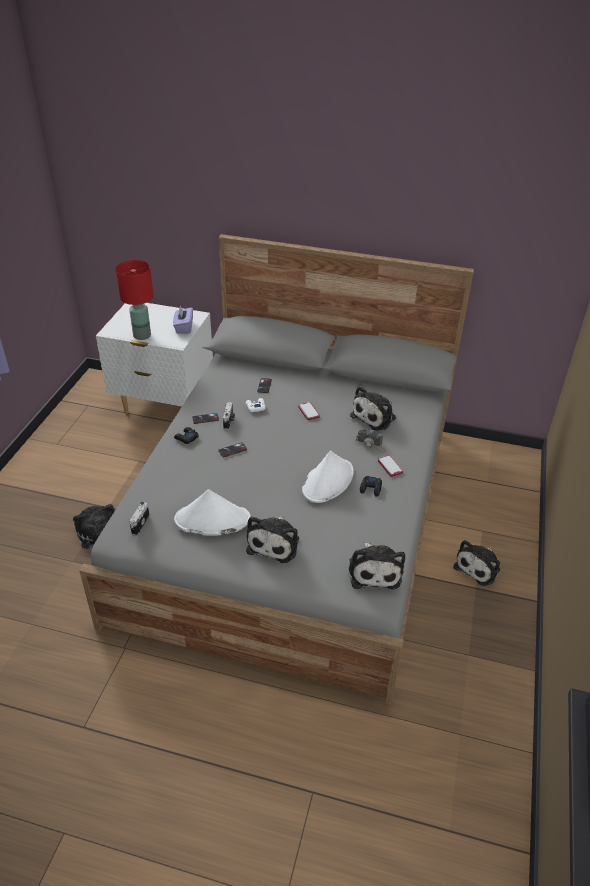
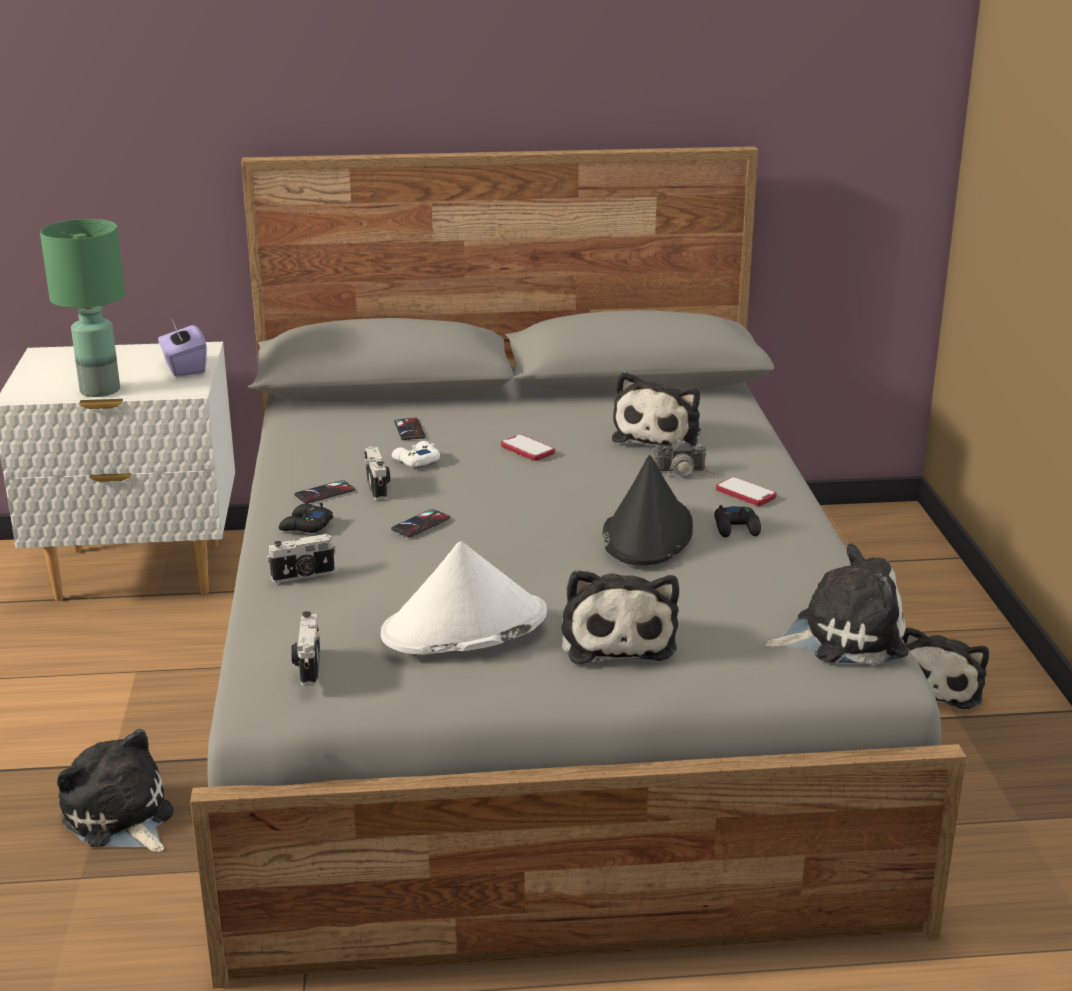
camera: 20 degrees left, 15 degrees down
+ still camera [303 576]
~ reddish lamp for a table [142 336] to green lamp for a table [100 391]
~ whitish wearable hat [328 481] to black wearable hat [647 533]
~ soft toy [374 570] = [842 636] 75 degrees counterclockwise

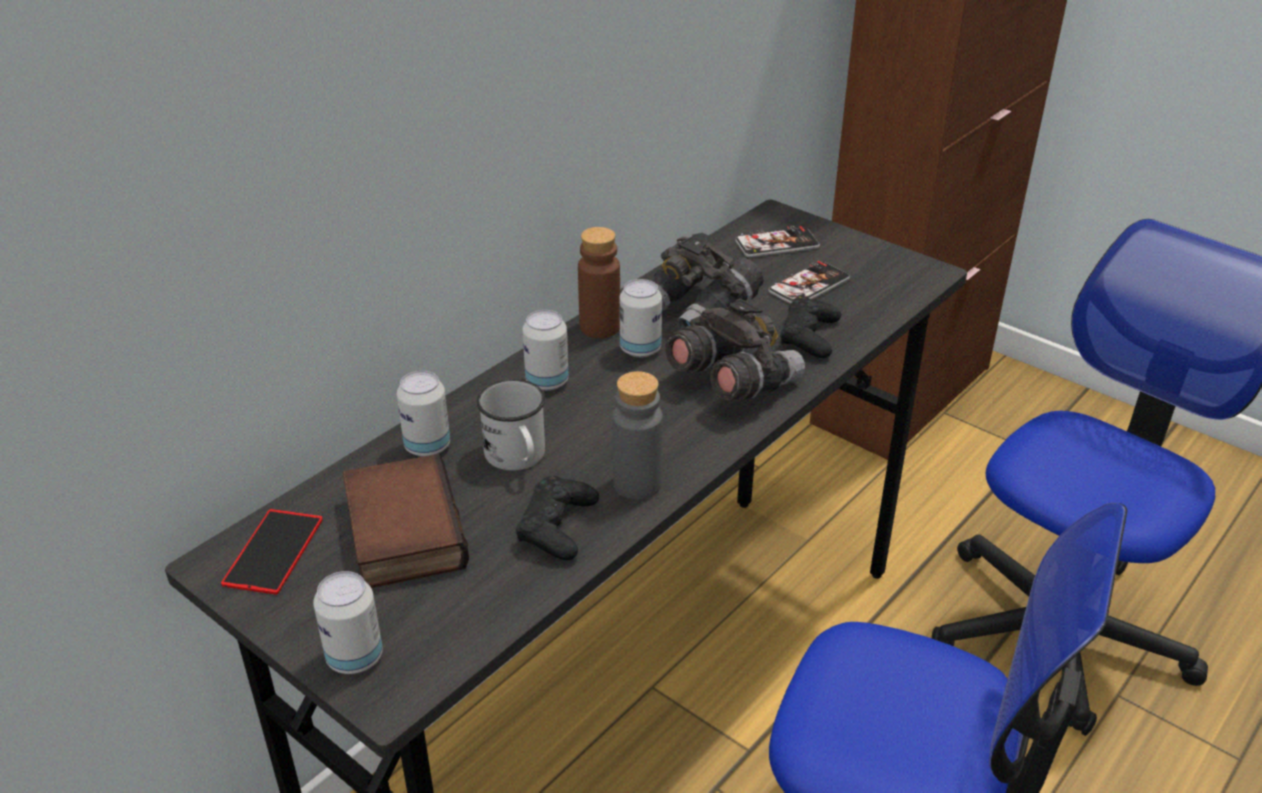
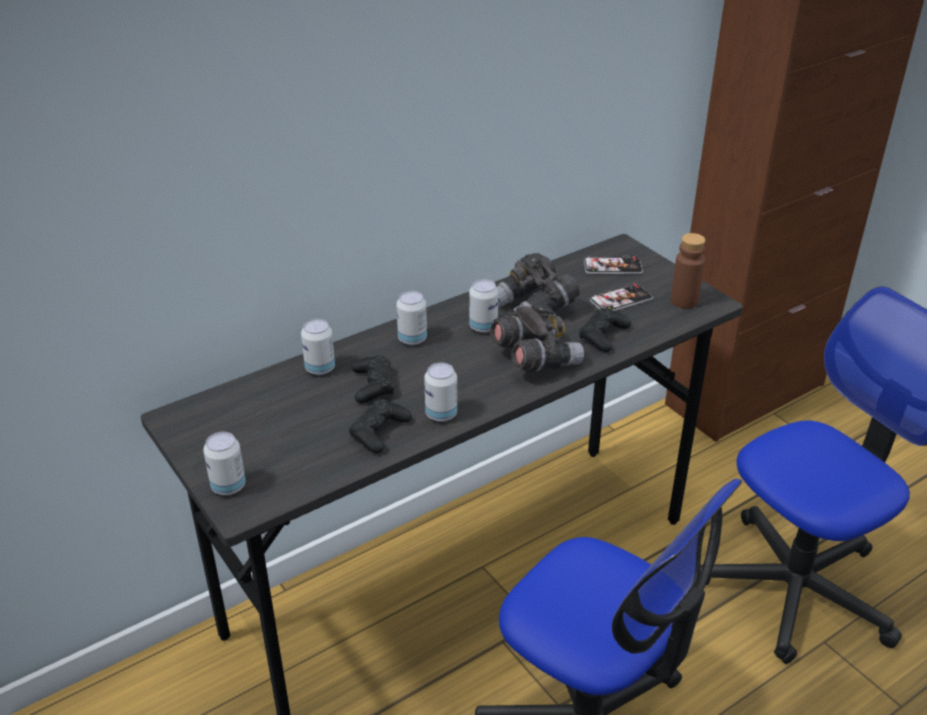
camera: 15 degrees right, 0 degrees up
- phone [274 551]
- volume [400 531]
~ brown-coloured drink bottle [600 327] to [684 301]
~ whitish coffee mug [518 458] to black joypad [373 385]
~ grey drink bottle [637 484] to can [441 414]

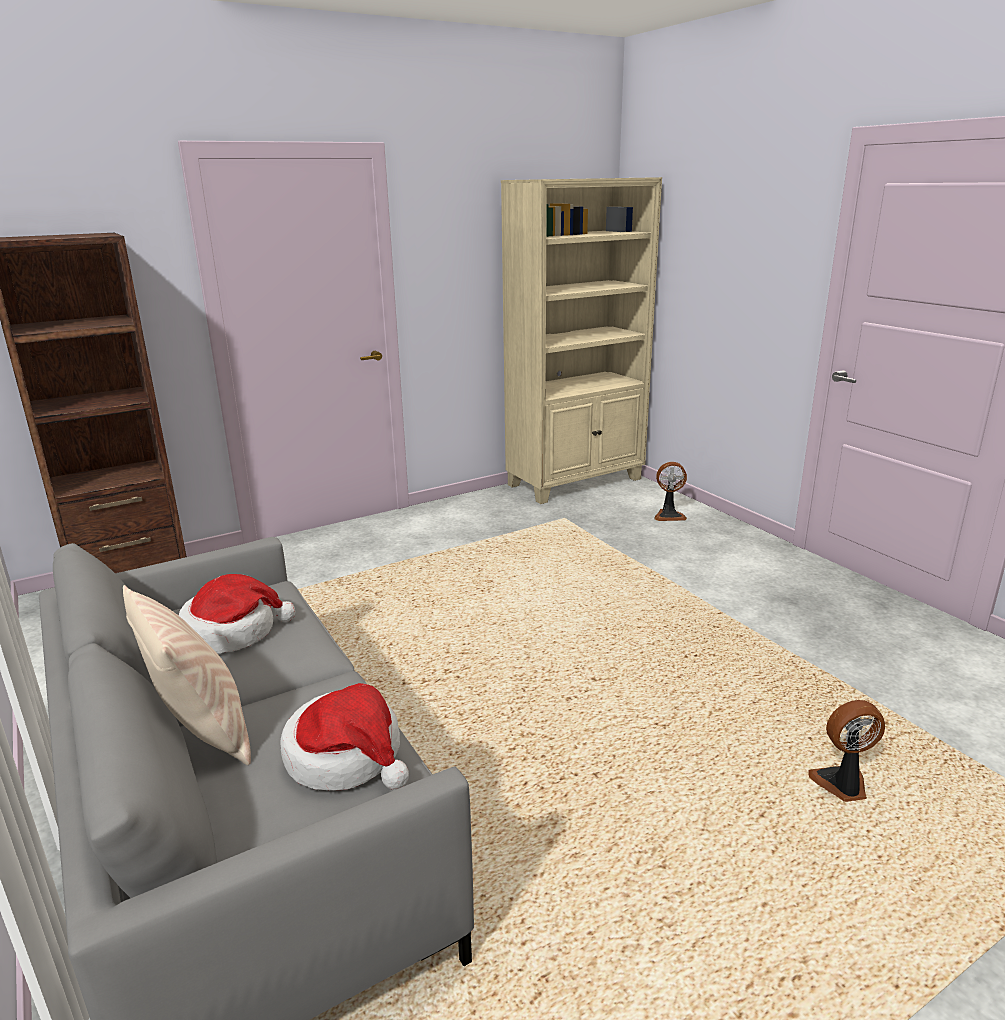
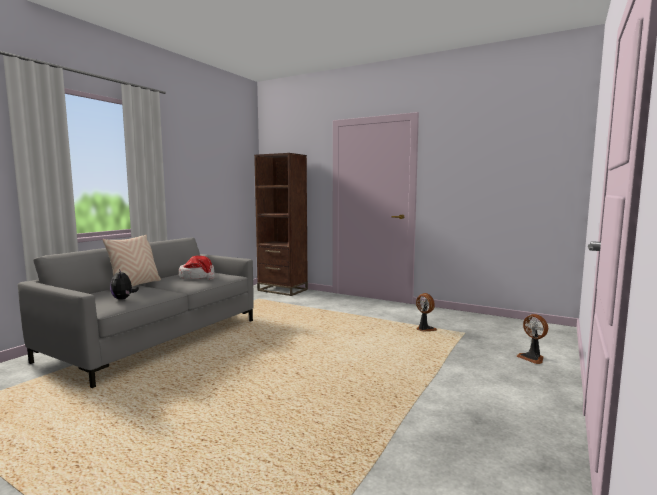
camera: 60 degrees right, 15 degrees down
- beige-coloured bookshelf [576 482]
~ electric fan [841 785] to [424 329]
~ wearable hat [347 756] to soft toy [123 299]

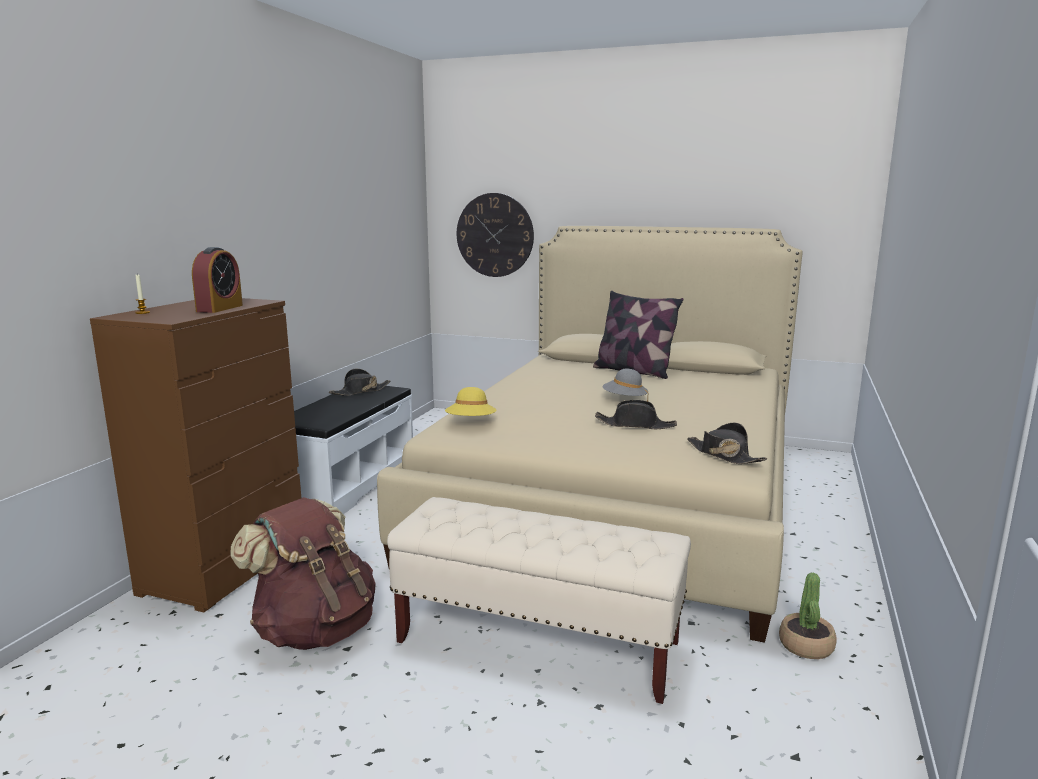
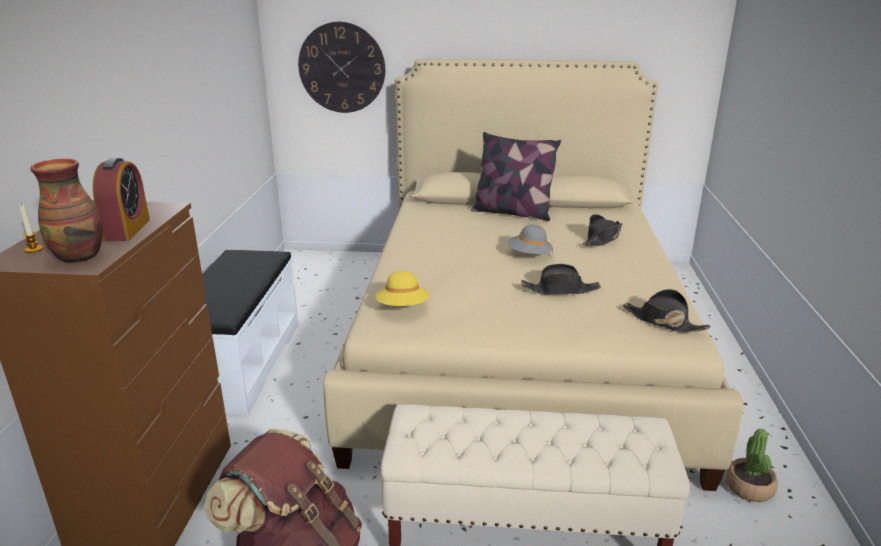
camera: 15 degrees left, 10 degrees up
+ flower vase [80 256]
~ black wearable hat [360 391] to [602 239]

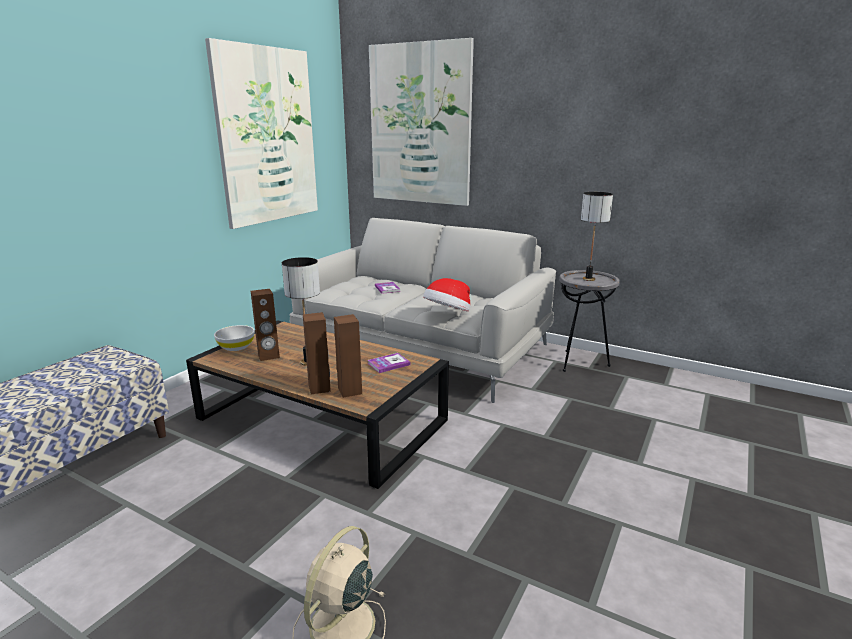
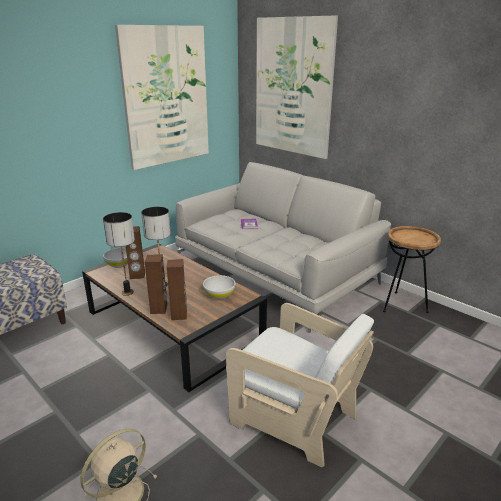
camera: 15 degrees right, 5 degrees up
- wearable hat [448 314]
+ whitish lounge chair [293 417]
~ lamp for a table [588 279] to [128 292]
~ volume [388 364] to whitish bowl [219 294]
~ grey accent table [580 362] to brown-coloured accent table [402 305]

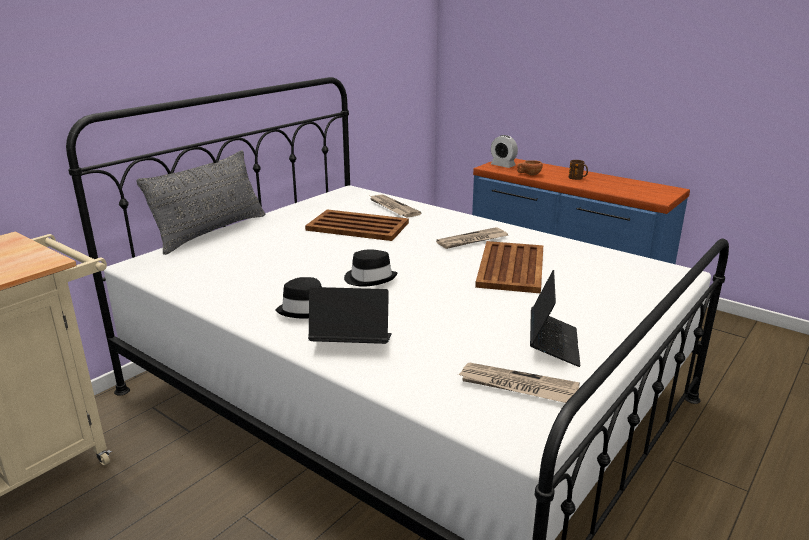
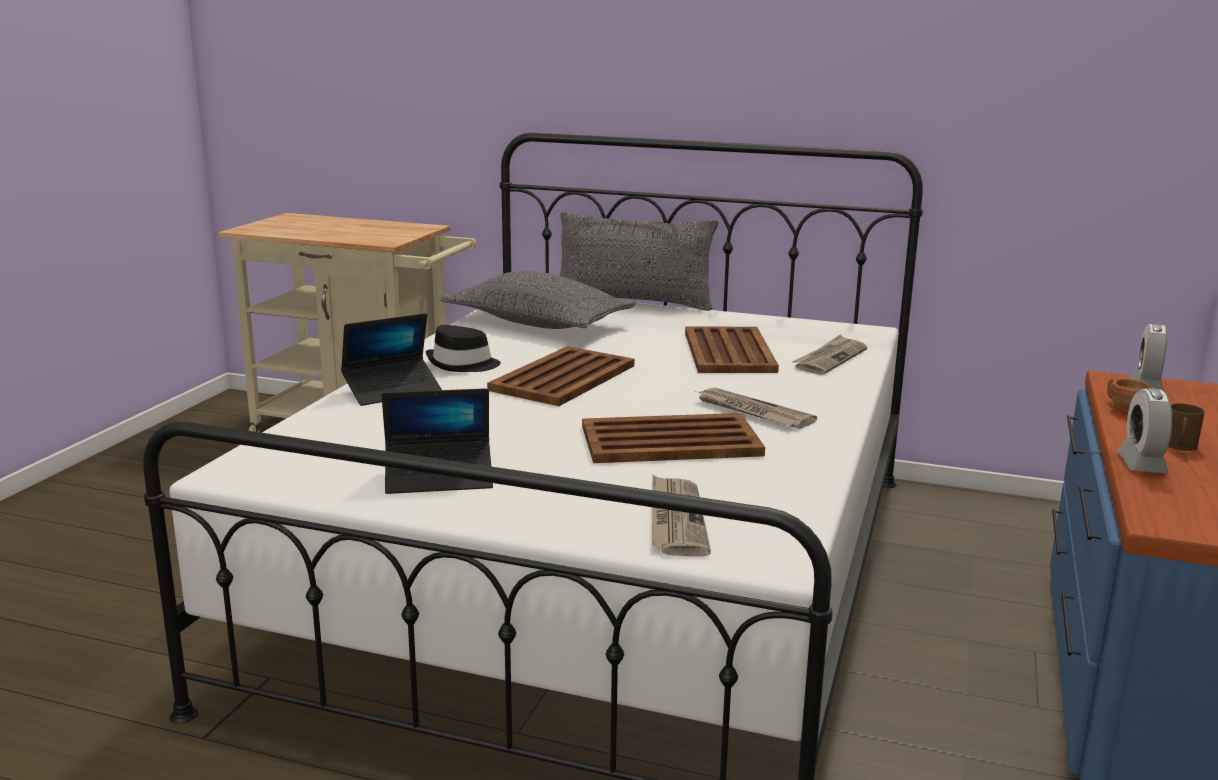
camera: 70 degrees right, 5 degrees down
+ grey cushion [538 324]
+ table clock [1141 463]
~ printed paper [517 386] to [675 519]
~ black wearable hat [370 278] to brown-coloured carrying tray [564 377]
~ notebook computer [351 345] = [392 390] 75 degrees clockwise

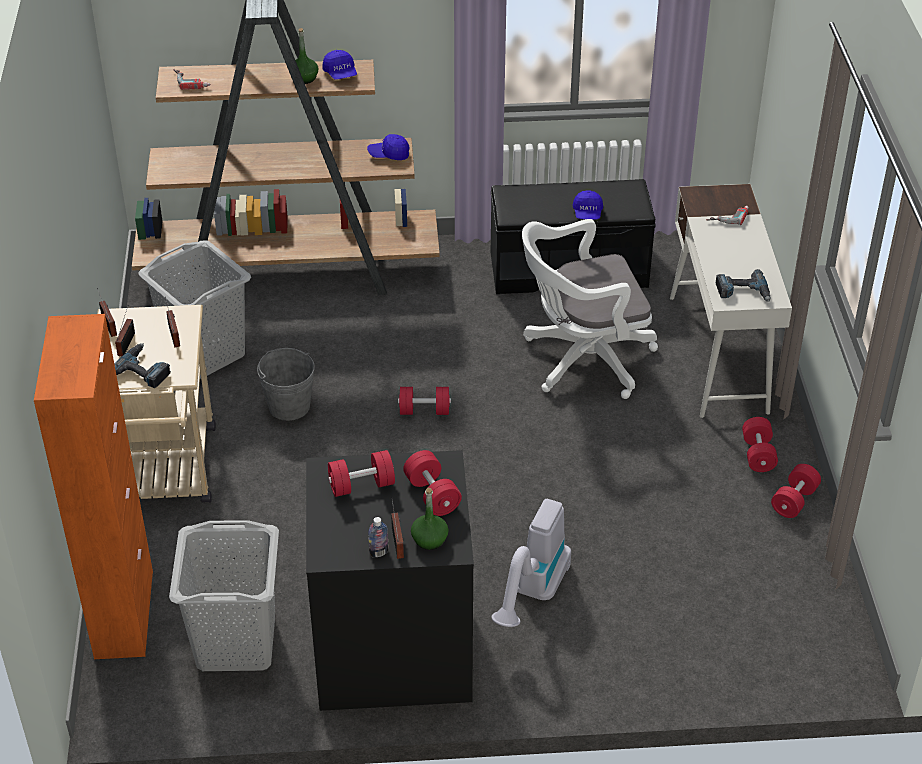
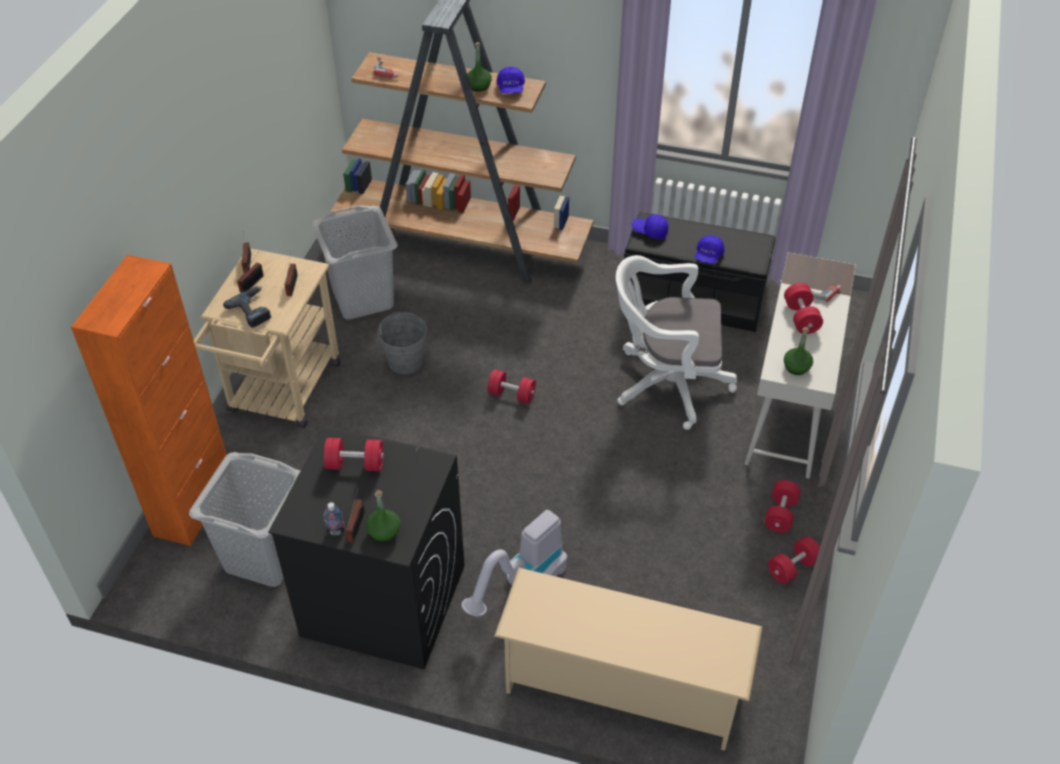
camera: 20 degrees right, 5 degrees up
+ beige-coloured shoe stand [621 687]
~ bluish peaked cap [389 155] to [650 231]
~ reddish hand weight [432 495] to [801 317]
~ power drill [743 292] to green drink bottle [796 367]

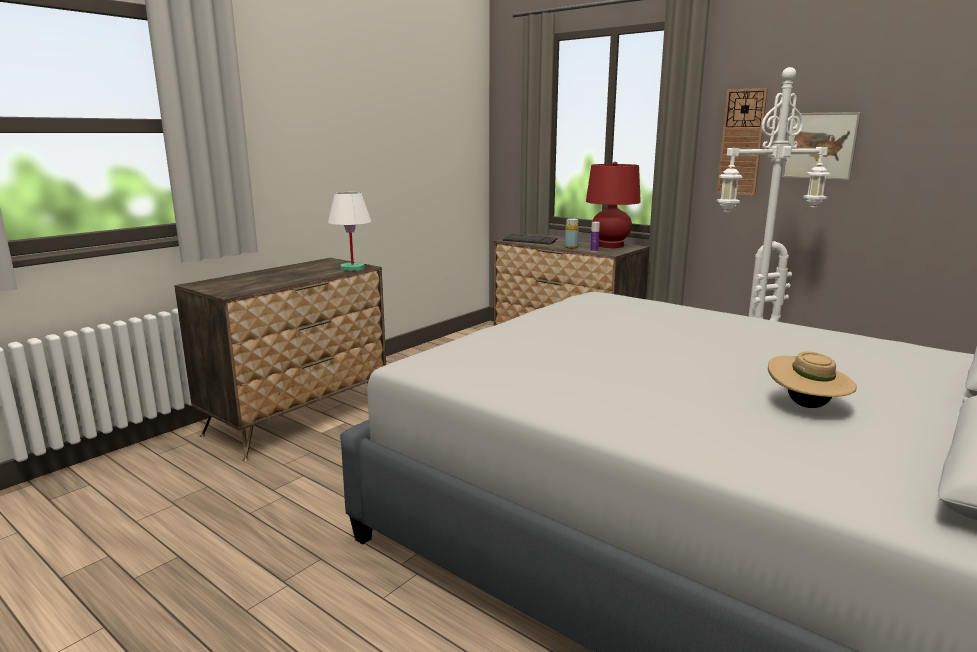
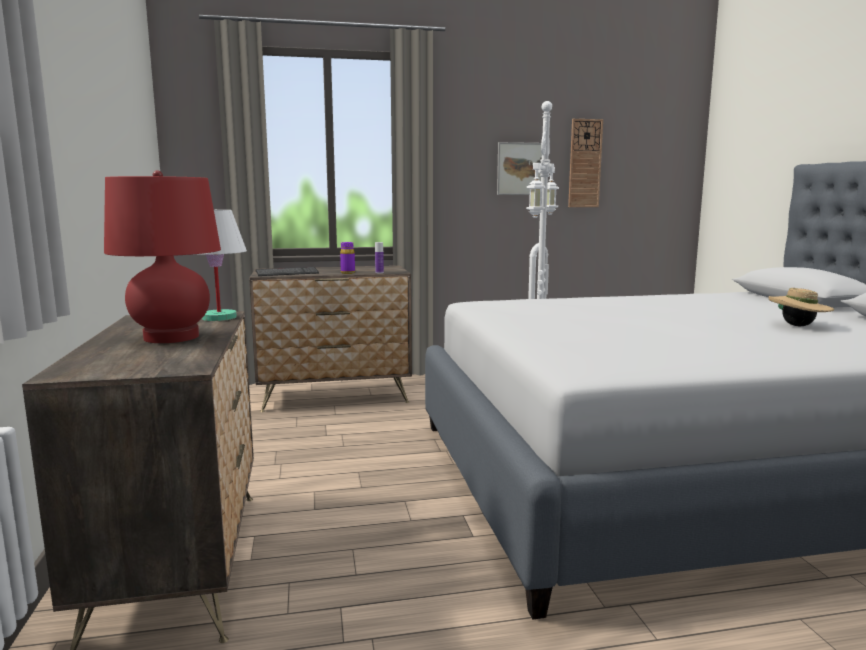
camera: 50 degrees left, 5 degrees down
~ reddish lamp for a table [610 245] to [171 337]
~ wall clock [741 142] to [585 163]
~ yellow-coloured drink bottle [571 247] to purple drink bottle [348 273]

